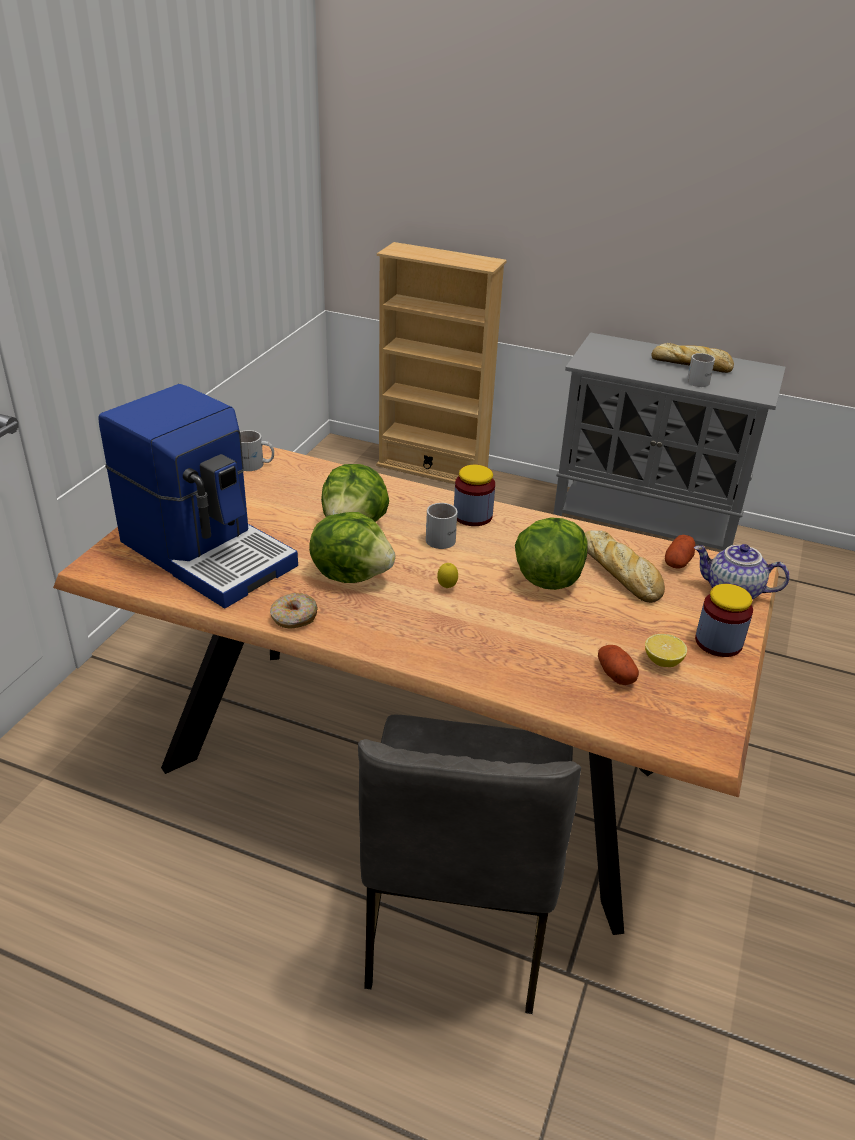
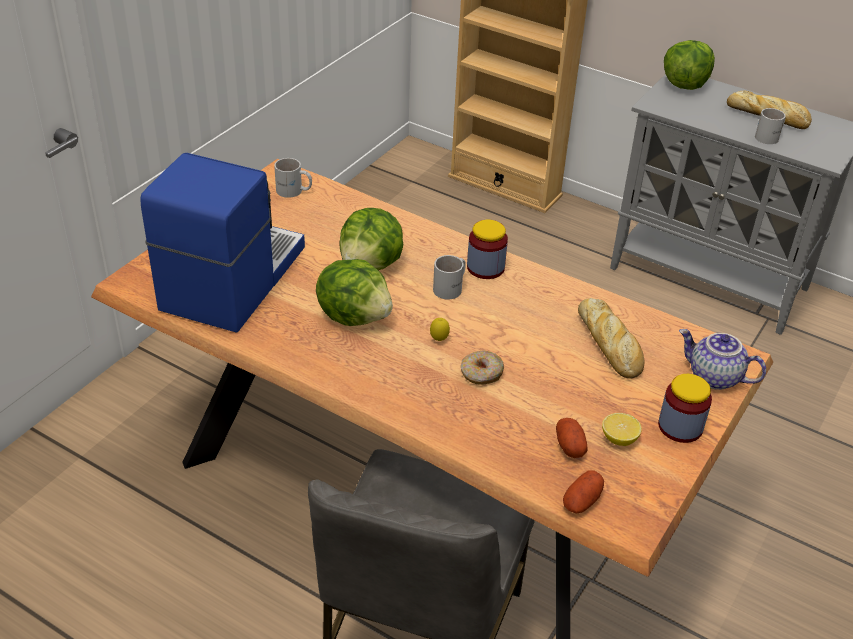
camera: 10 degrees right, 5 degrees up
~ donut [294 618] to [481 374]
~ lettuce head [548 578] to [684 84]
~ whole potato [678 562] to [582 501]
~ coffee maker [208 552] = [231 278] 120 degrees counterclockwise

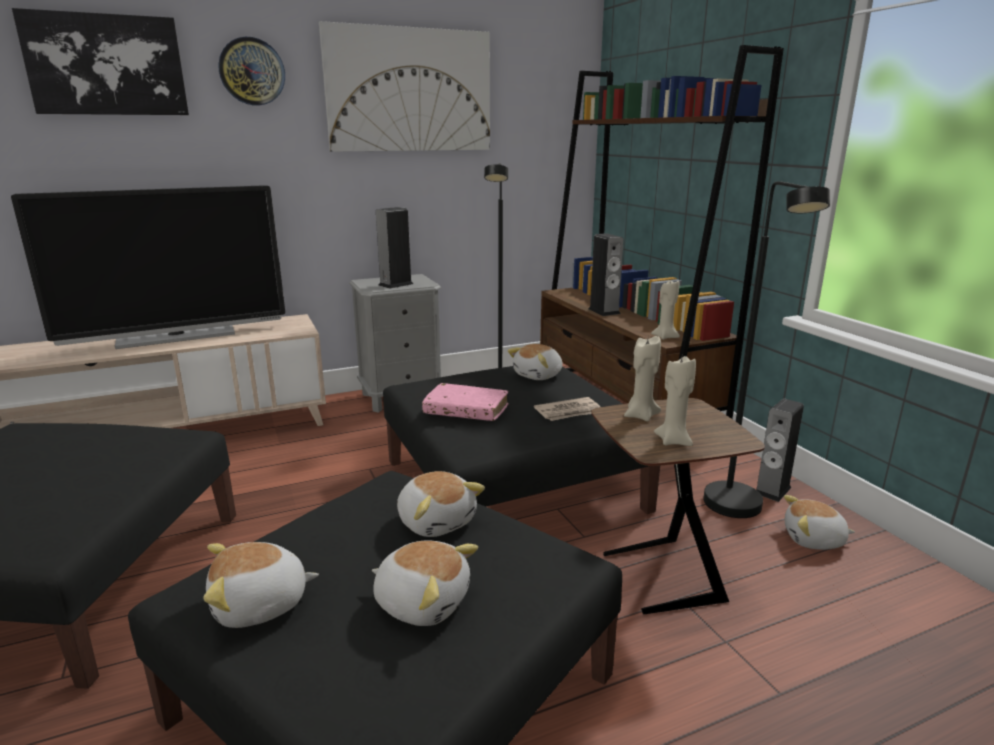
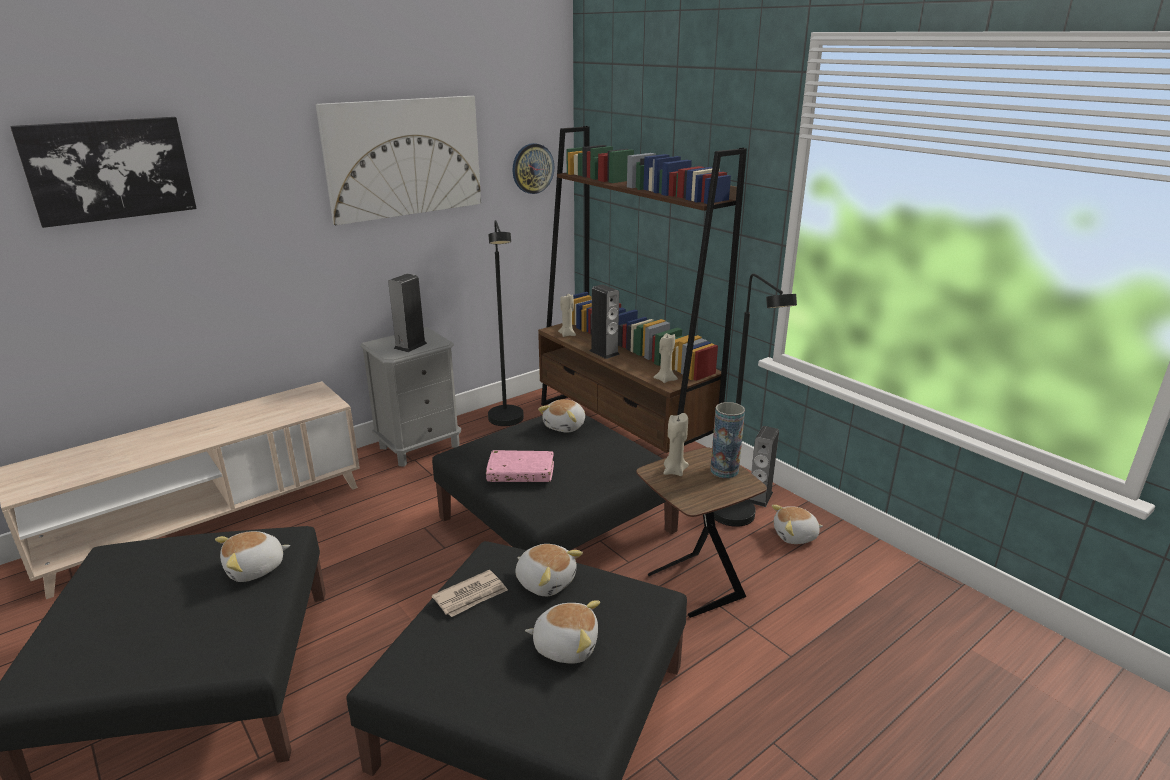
camera: 15 degrees left, 5 degrees up
- TV set [176 337]
+ flower vase [724 470]
~ soft toy [260 605] to [255 569]
~ wall clock [252 71] to [532 168]
~ printed paper [569 412] to [471 596]
~ beige-coloured candle [673 441] to [567 334]

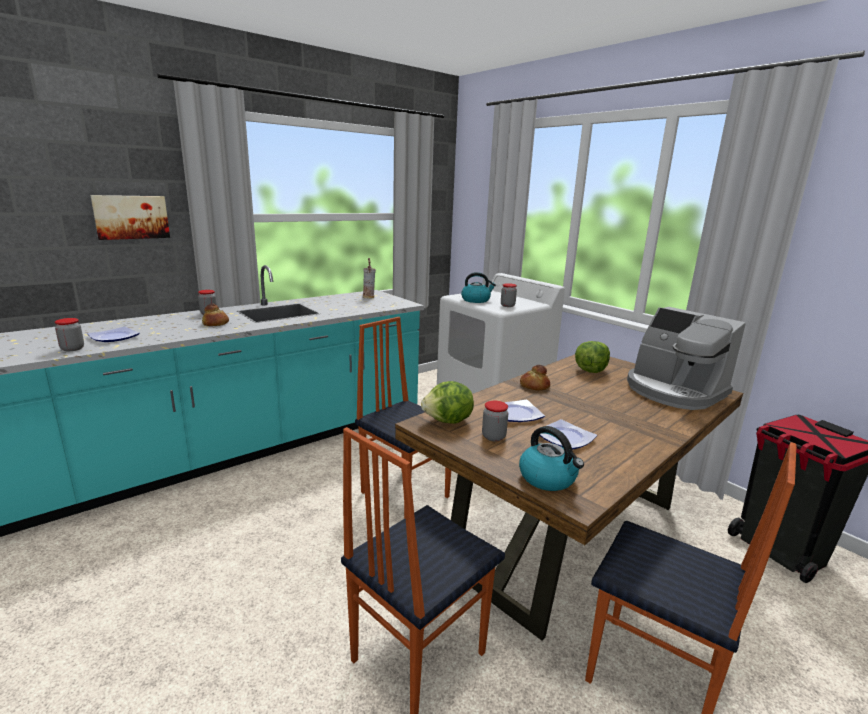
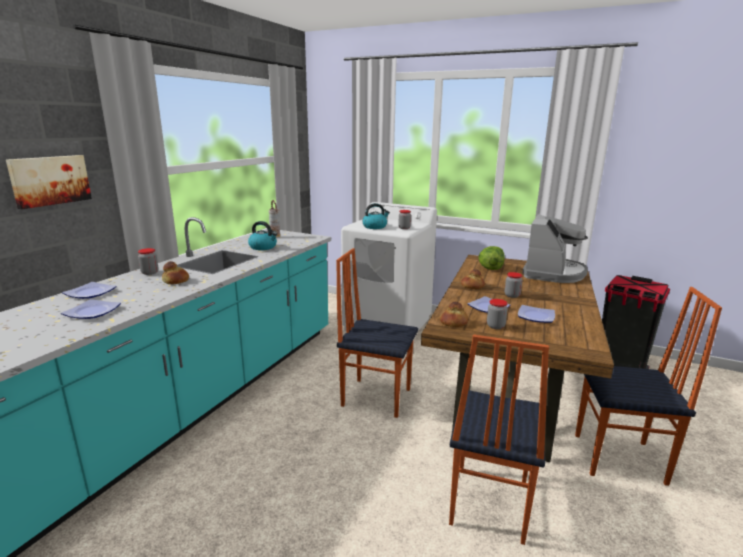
camera: 25 degrees left, 0 degrees up
+ plate [90 293]
~ storage jar [72 349] to [512 295]
~ tea kettle [548 478] to [263 247]
~ lettuce head [448 421] to baked bread [454 323]
~ coffee maker [673 391] = [552 273] 90 degrees counterclockwise

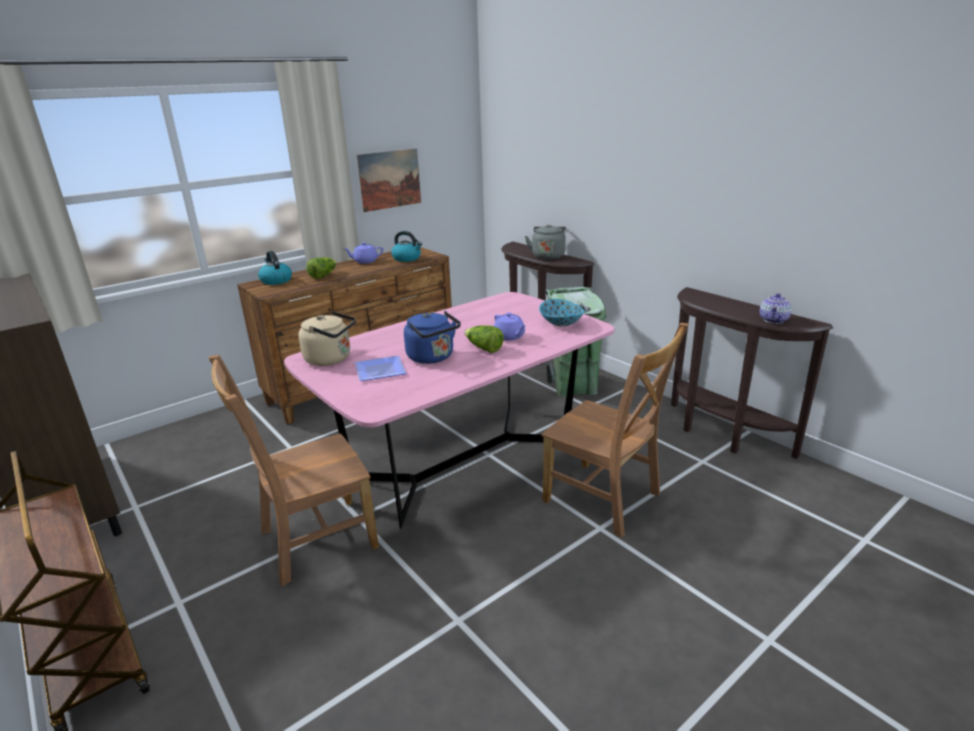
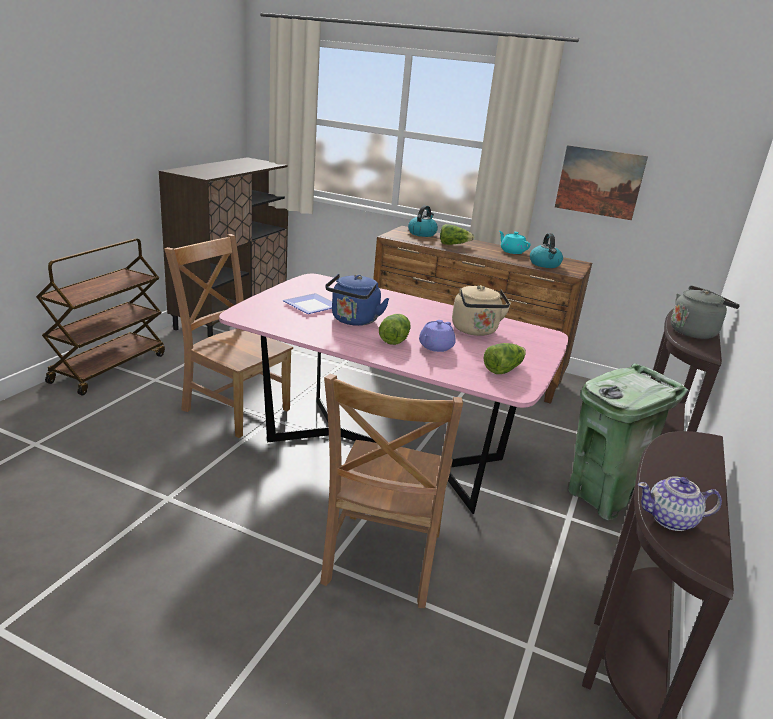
camera: 60 degrees right, 0 degrees up
~ beige-coloured tea kettle [331 359] to [476 331]
~ bowl [560 323] to lettuce head [503 369]
~ purple teapot [365 261] to turquoise teapot [512 251]

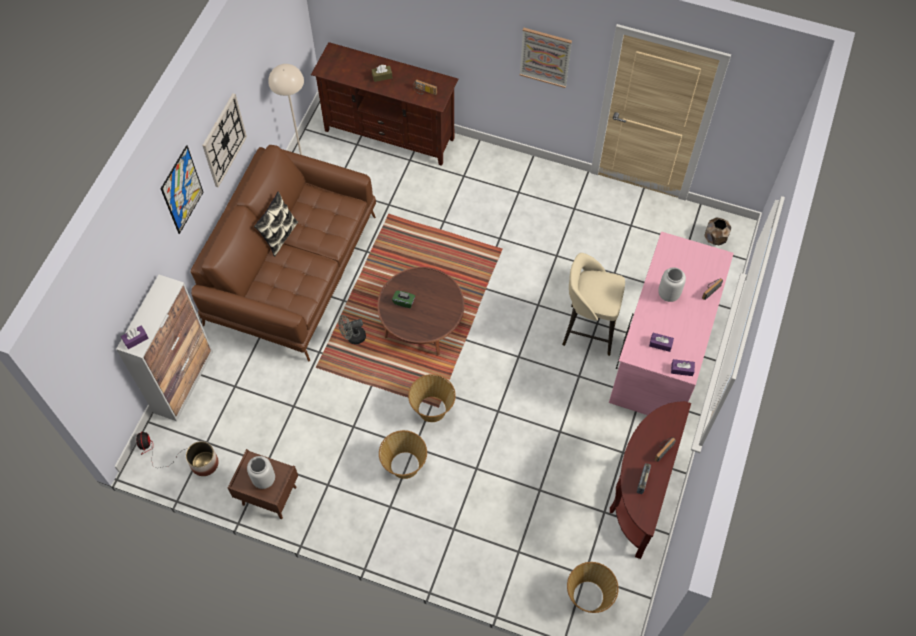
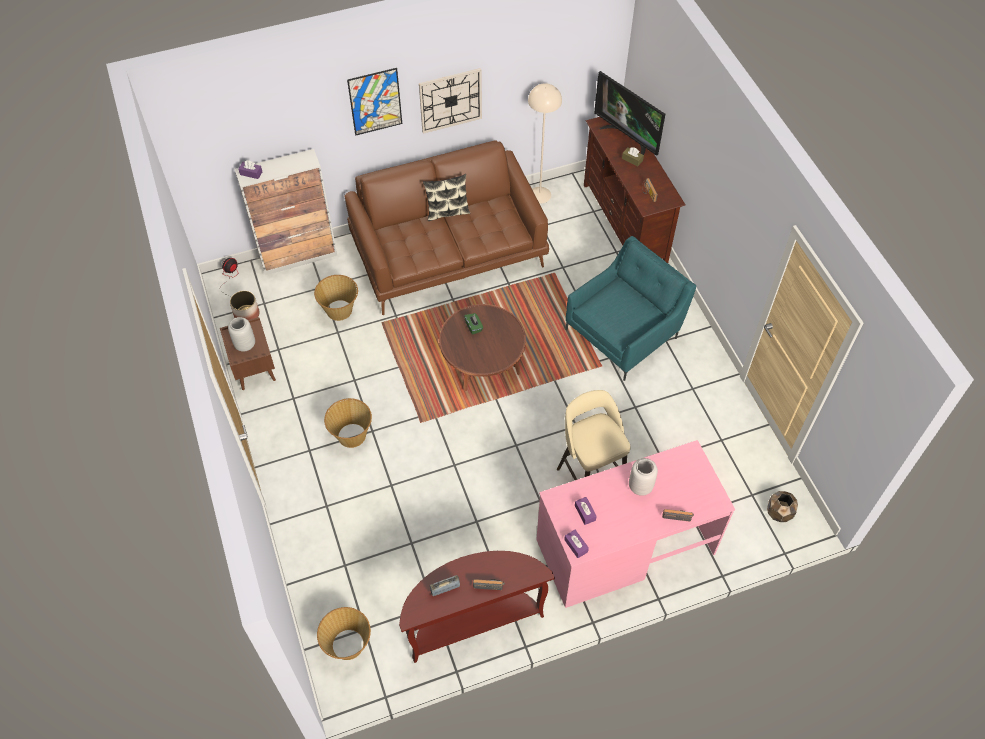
camera: 50 degrees right, 5 degrees down
- grey electric fan [353 337]
- wall picture [545 57]
+ turquoise lounge chair [624 332]
+ TV set [627 137]
~ household basket [432 409] to [339 310]

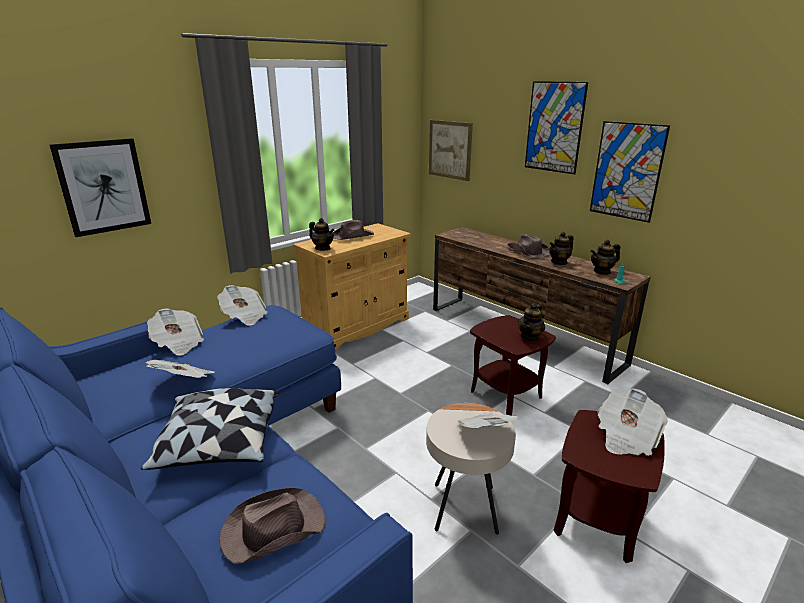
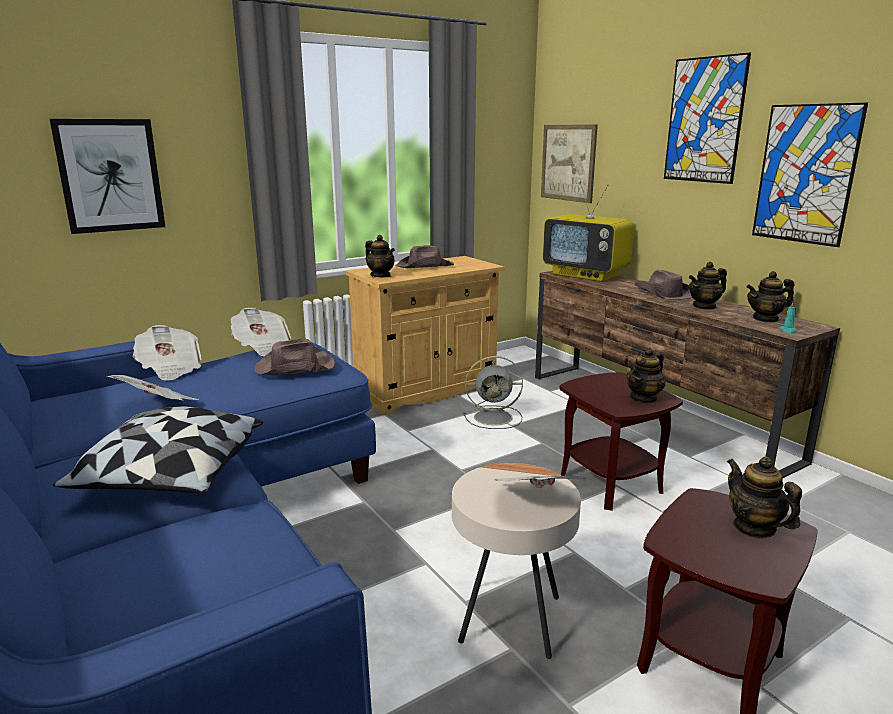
camera: 10 degrees right, 5 degrees down
+ grey electric fan [495 417]
+ TV set [586 275]
~ brown-coloured wearable hat [272 529] to [294 367]
~ printed paper [626 437] to teapot [754 527]

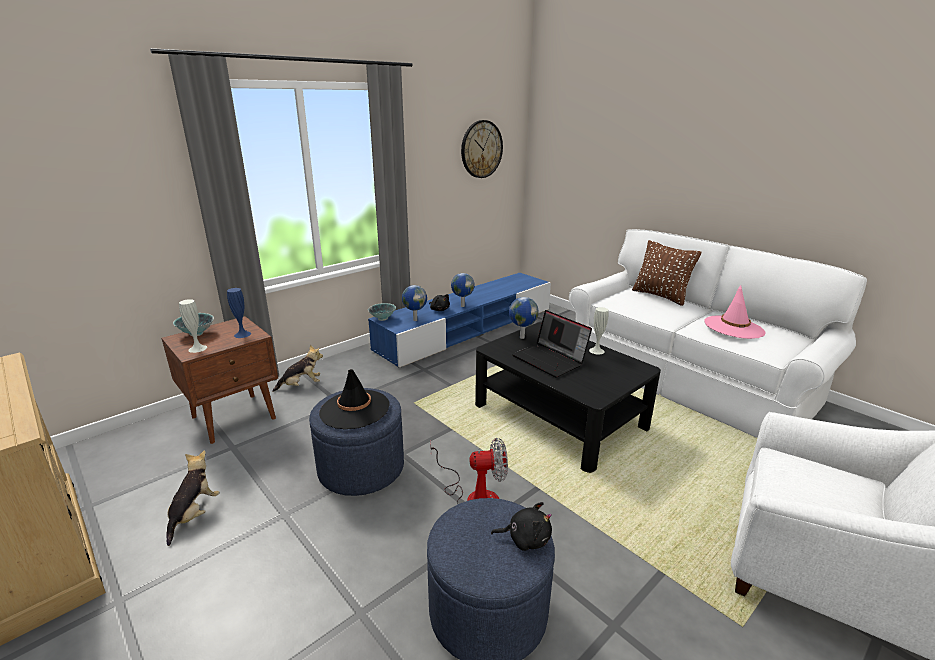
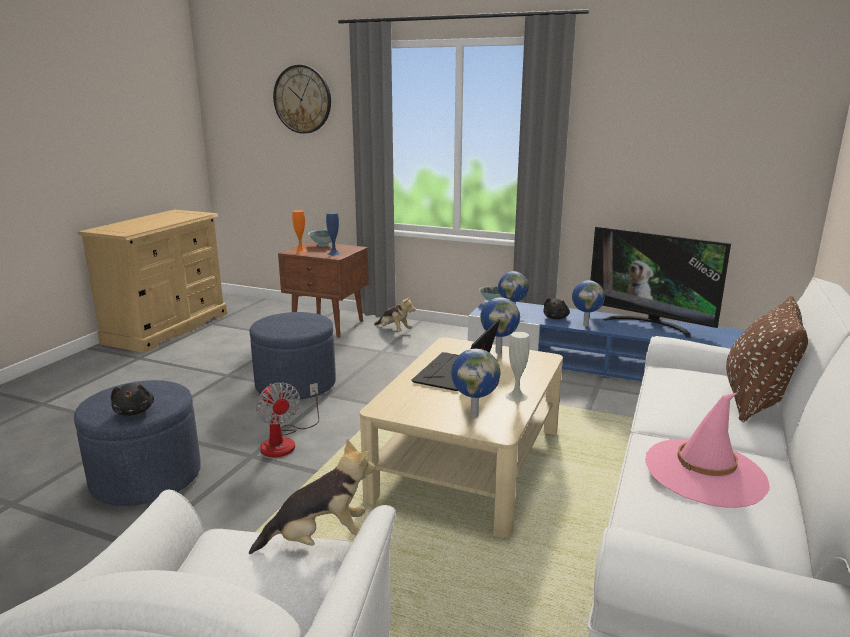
camera: 65 degrees right, 5 degrees down
- black wearable hat [354 409]
+ desk globe [474 415]
+ TV set [650 324]
~ soft toy [194 514] to [319 539]
~ wall clock [481 149] to [302 99]
~ whitish flower vase [197 348] to orange flower vase [300 251]
~ black low table [559 416] to beige-coloured low table [468 463]

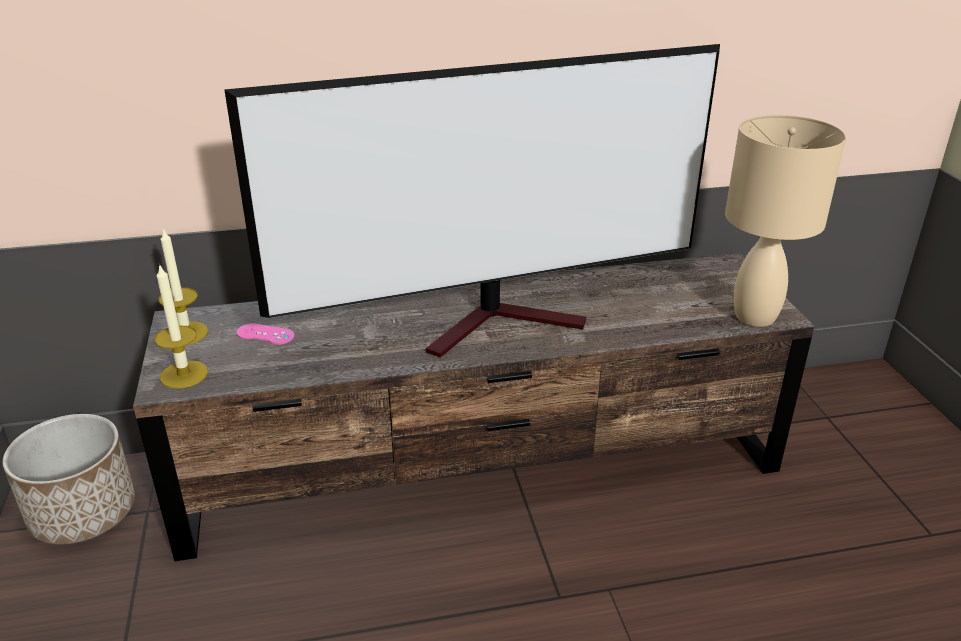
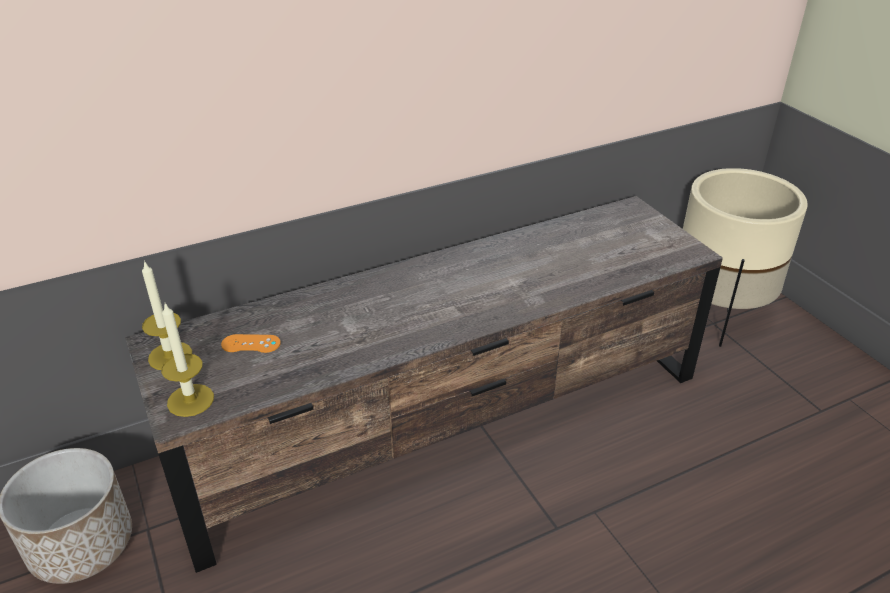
camera: 15 degrees left, 5 degrees up
- TV set [503 322]
- beige-coloured lamp for a table [754 316]
+ beige-coloured plant pot [718 313]
~ pink joypad [265 334] to orange joypad [251 344]

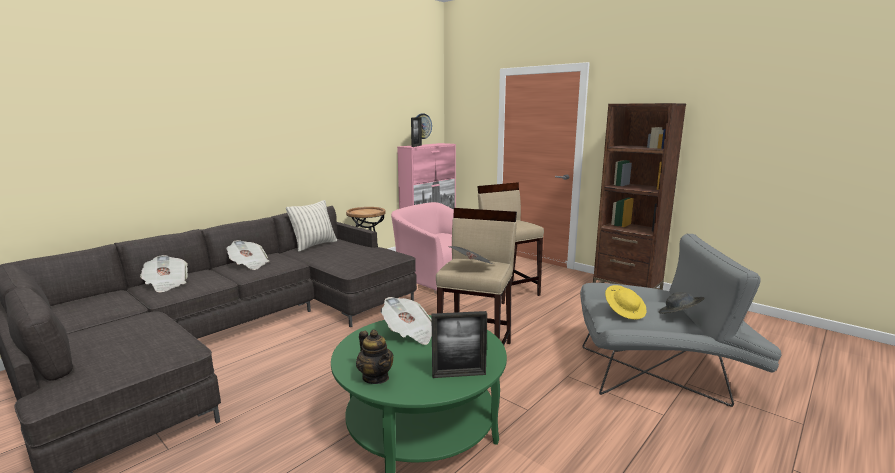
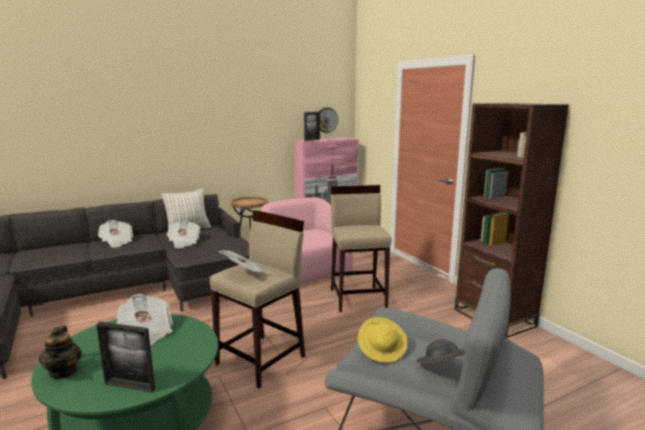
camera: 20 degrees right, 0 degrees up
~ printed paper [166 284] to [184 242]

